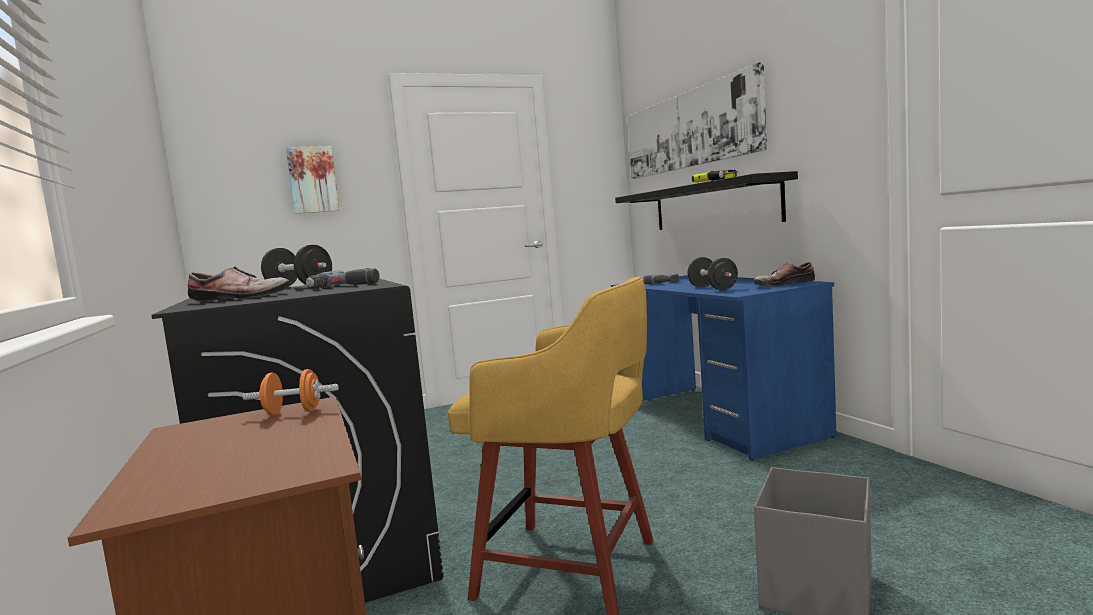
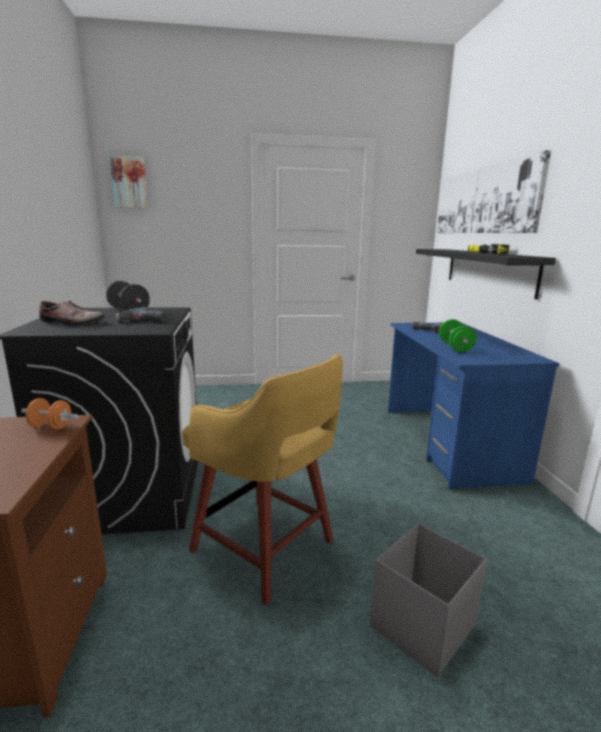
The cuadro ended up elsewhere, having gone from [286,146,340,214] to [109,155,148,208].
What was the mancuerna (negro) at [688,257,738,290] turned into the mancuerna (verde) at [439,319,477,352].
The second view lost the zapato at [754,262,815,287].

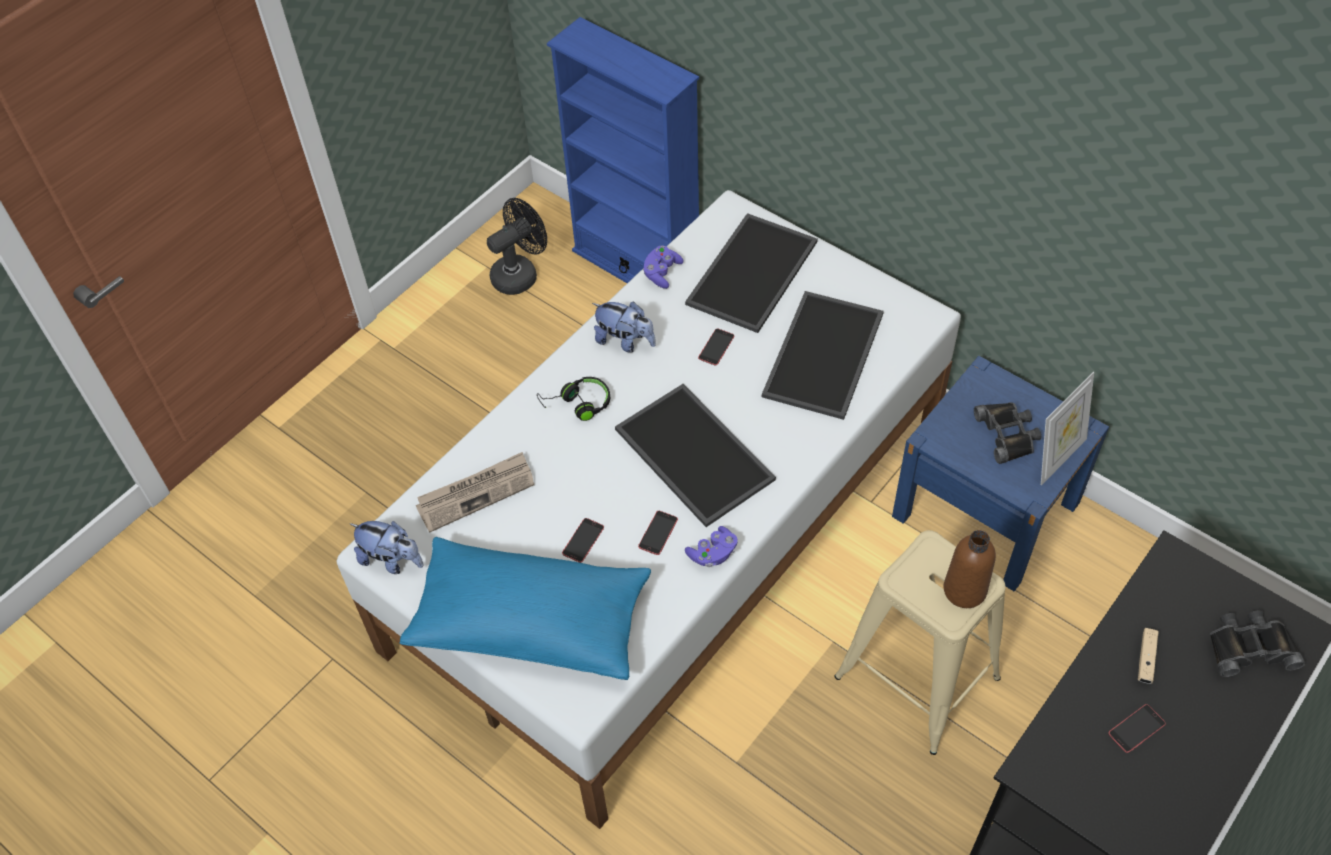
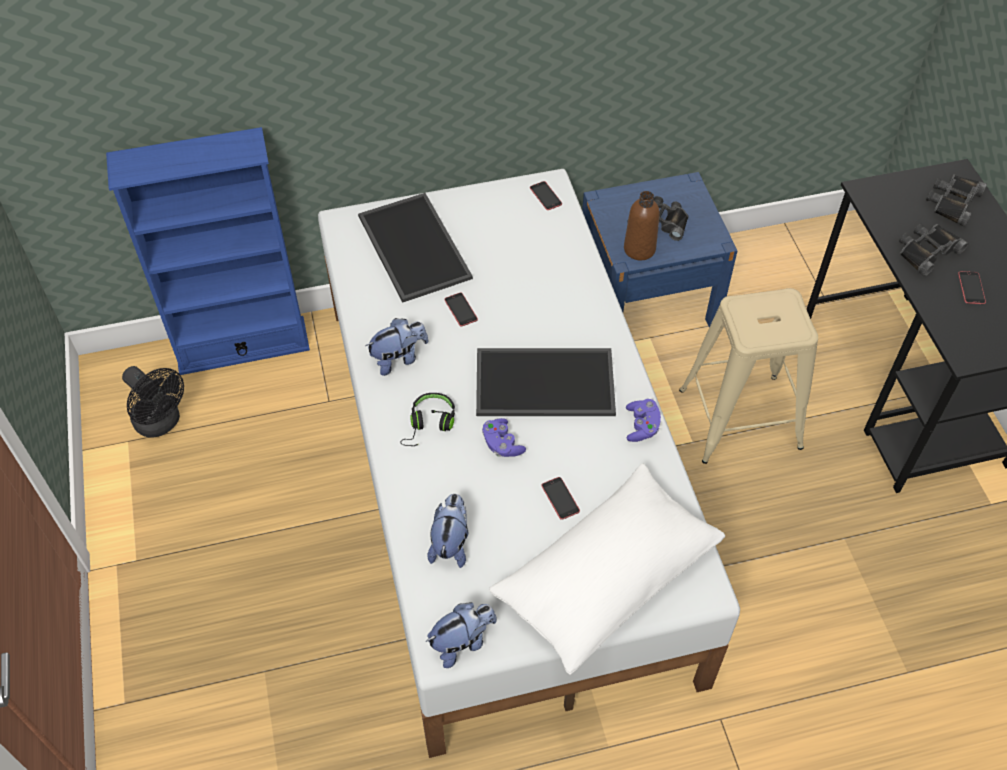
What was the cojín (azul) at [400,537,651,680] turned into the cojín (blanco) at [489,463,725,675].
Where the periódico stood at [416,452,534,533], the peluche came to stand at [427,494,468,568].
The ventilador (negro) at [487,198,547,295] ended up facing another way, 135 degrees clockwise from before.
The móvil ended up elsewhere, having gone from [638,511,678,555] to [530,181,562,210].
The mando de consola (morado) ended up elsewhere, having gone from [643,245,684,289] to [482,418,526,457].
The second view lost the bandeja at [762,291,884,420].
The botella (marrón) ended up elsewhere, having gone from [944,530,996,608] to [624,191,660,260].
The second view lost the portarretratos at [1041,372,1094,486].
Where the mando de consola (beis) stood at [1138,628,1159,684], the prismáticos (negro) came to stand at [899,223,968,276].

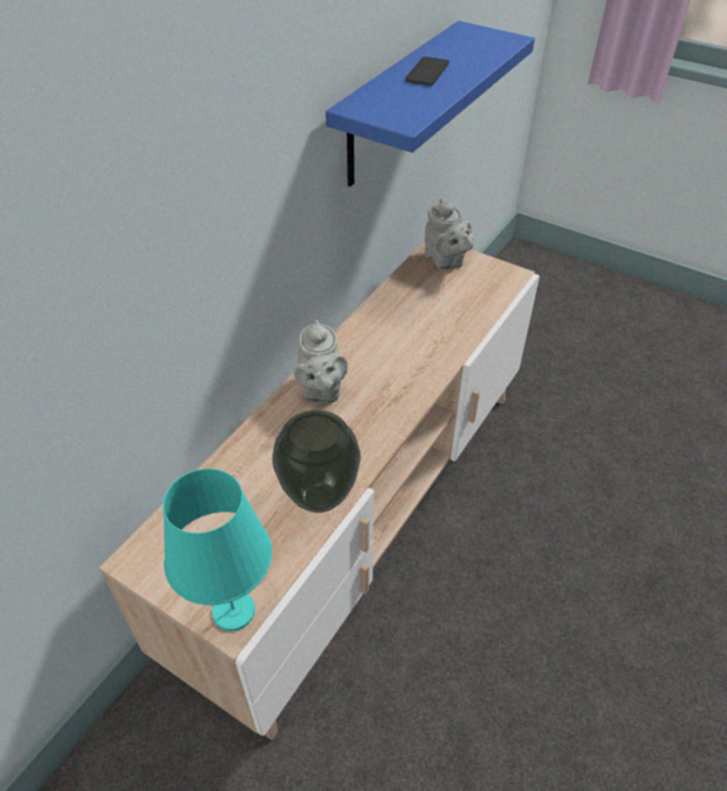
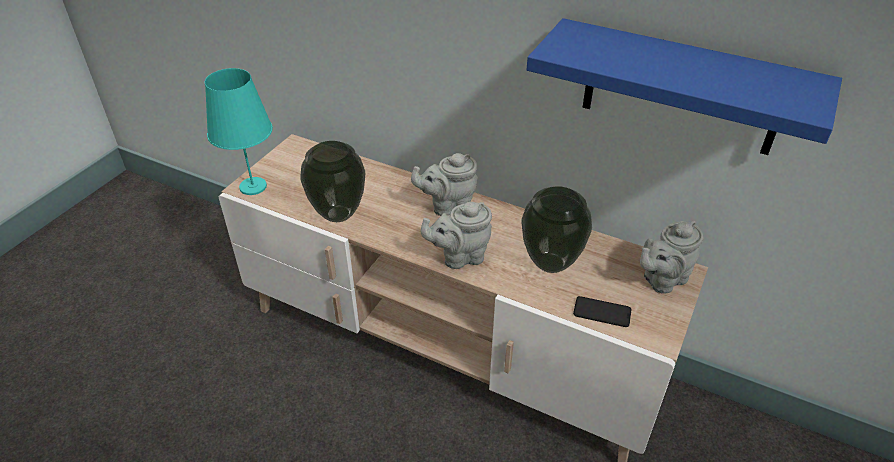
The móvil ended up elsewhere, having gone from [405,57,449,86] to [573,296,632,327].
The second view gained the tetera (gris) at [421,202,492,269].
The second view gained the florero at [522,186,592,273].

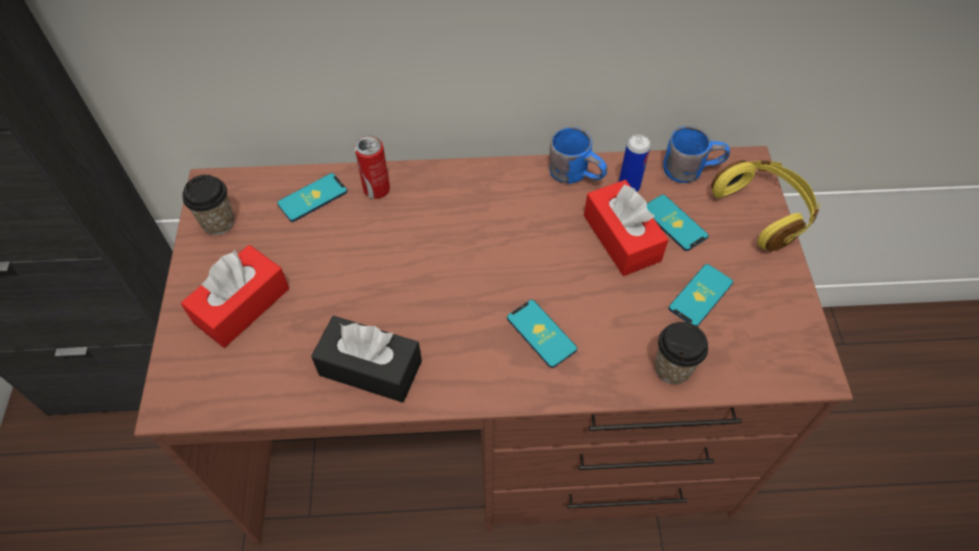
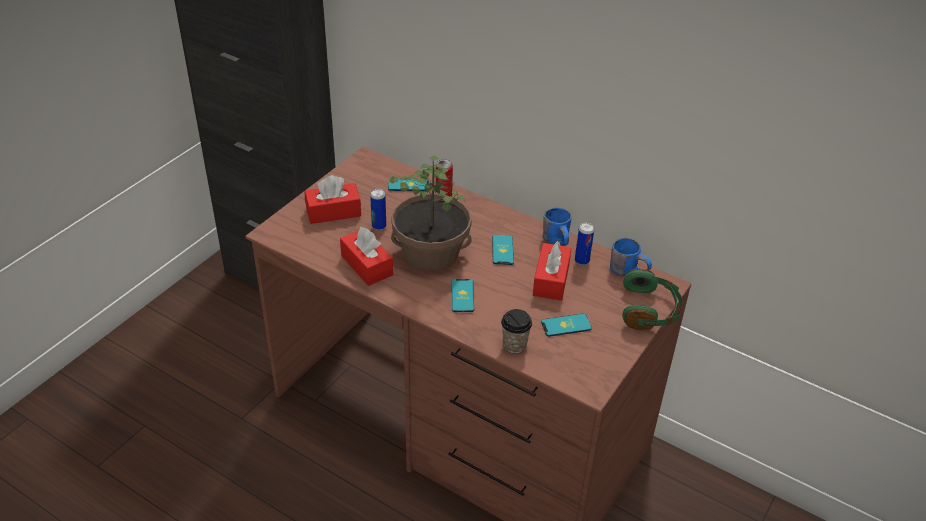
The second view lost the taza at [183,175,234,235].
What was the caja de pañuelos (negro) at [311,316,422,403] turned into the caja de pañuelos (rojo) at [340,227,393,286].
The móvil ended up elsewhere, having gone from [647,194,708,251] to [492,235,514,265].
What was the auriculares (amarillo) at [711,160,821,252] turned into the auriculares (verde) at [622,269,683,330].
The second view gained the lata at [370,189,386,230].
The second view gained the planta en maceta at [389,155,472,271].

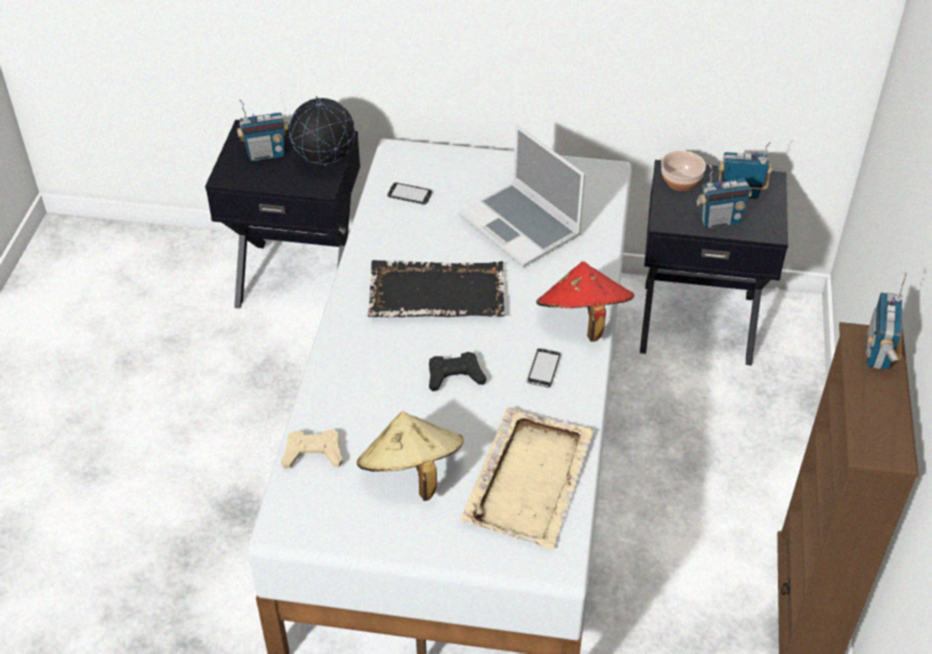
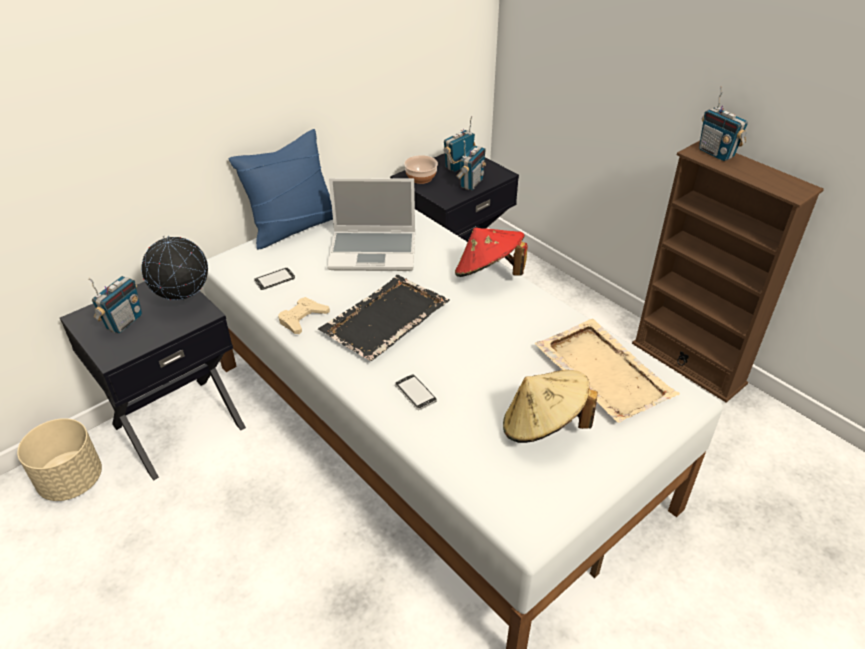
The mando de consola (beis) ended up elsewhere, having gone from [281,430,343,469] to [278,297,330,334].
The second view lost the mando de consola (negro) at [429,352,486,391].
The móvil ended up elsewhere, having gone from [526,348,561,388] to [395,375,437,410].
The second view gained the maceta (beis) at [17,418,102,501].
The second view gained the cojín (azul) at [229,129,333,250].

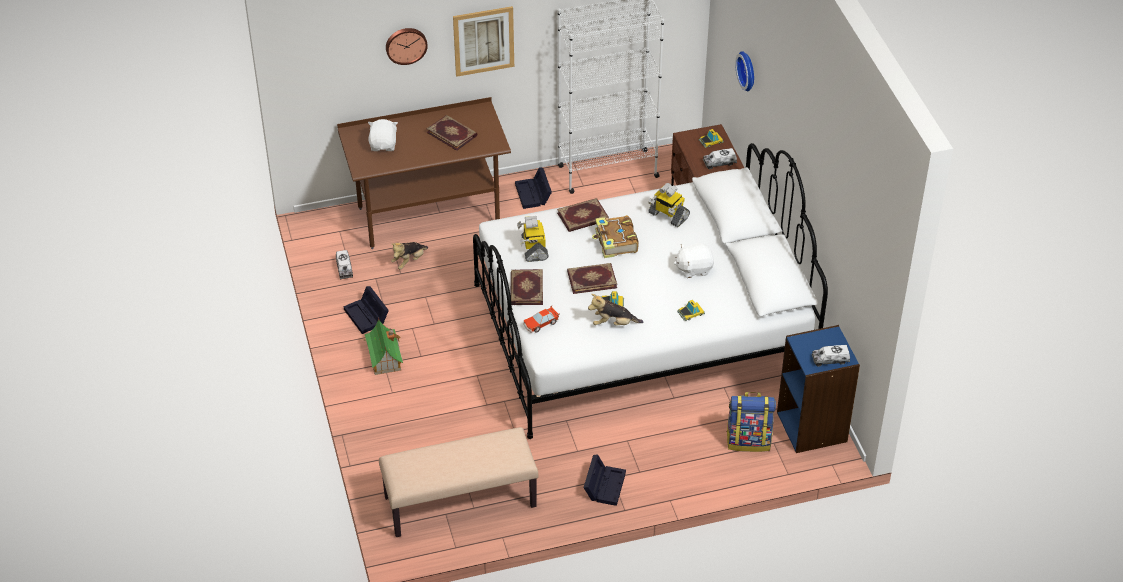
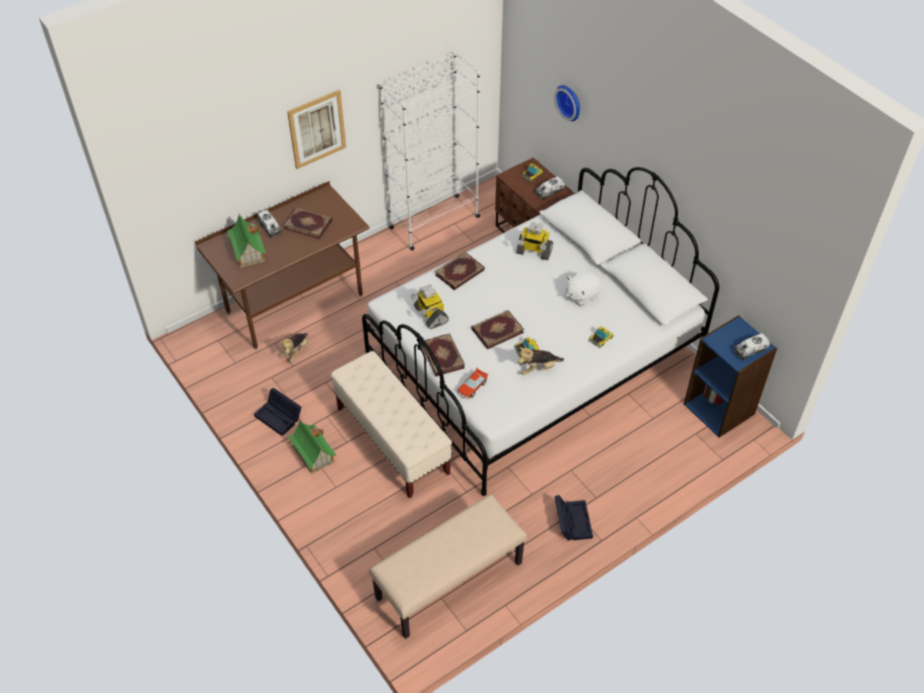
The camión de juguete ended up elsewhere, having gone from [336,250,353,279] to [257,210,282,238].
Where the peluche (blanco) stood at [368,119,398,151], the casita came to stand at [227,215,266,268].
The second view lost the reloj de pared at [386,28,428,65].
The second view lost the caja de almacenaje (negro) at [515,167,552,209].
The second view lost the libro at [592,215,639,258].
The second view lost the mochila at [726,392,776,452].
The second view gained the banco (beis) at [331,351,452,498].

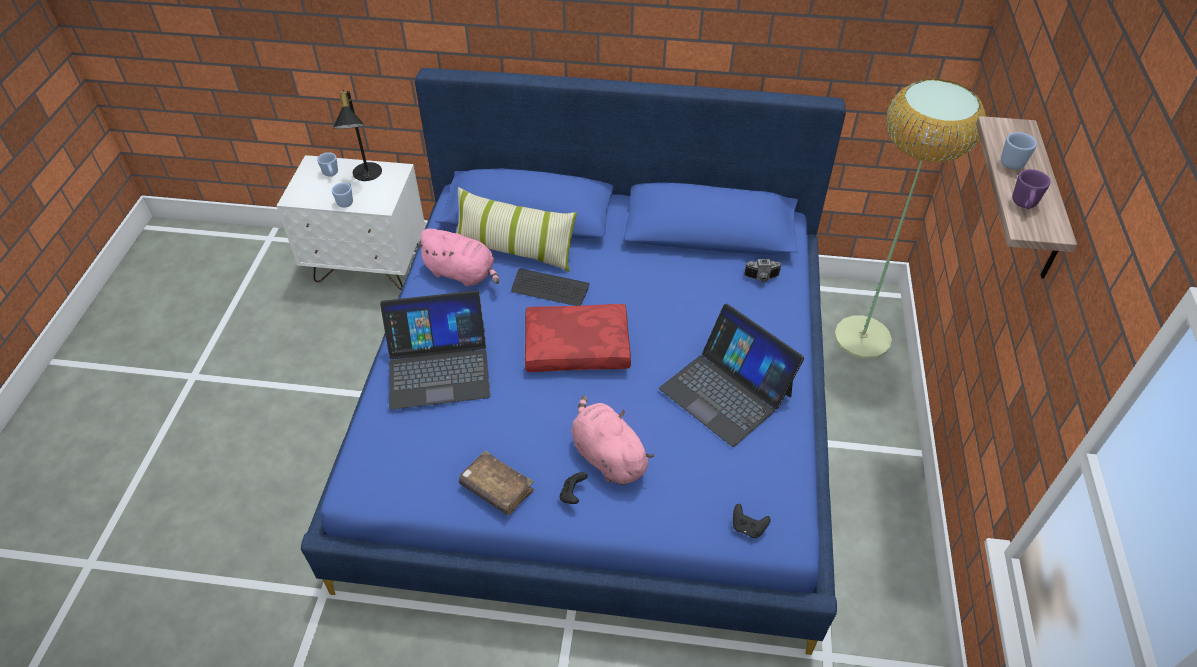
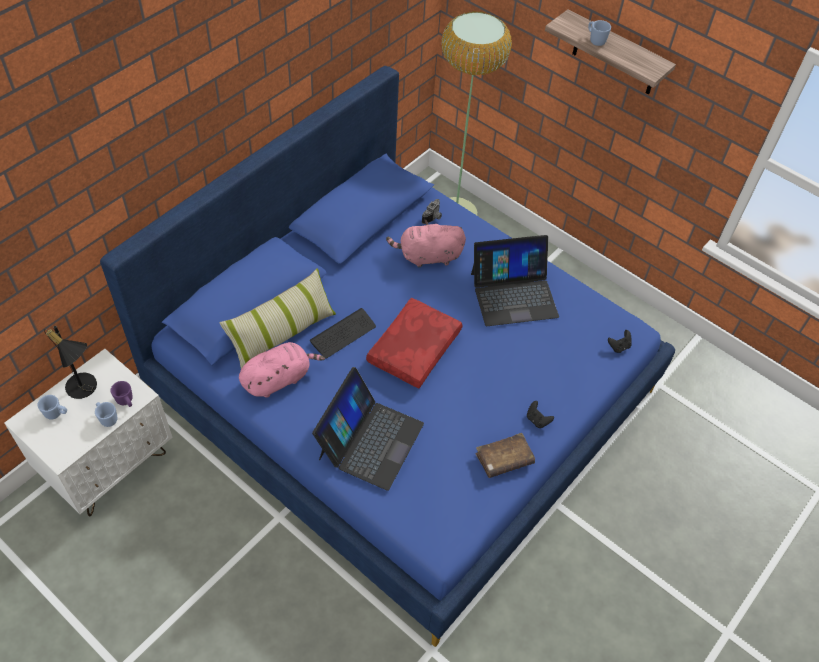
The peluche (rosa) ended up elsewhere, having gone from [571,396,654,485] to [386,219,466,267].
The taza grande (morado) ended up elsewhere, having gone from [1012,169,1051,209] to [111,381,133,407].

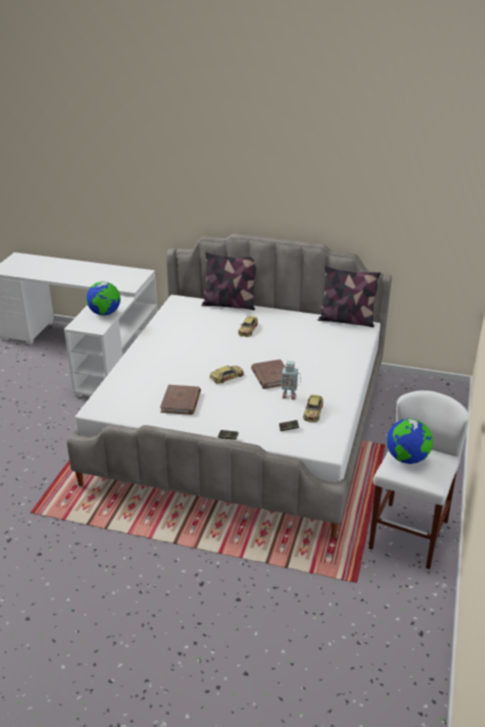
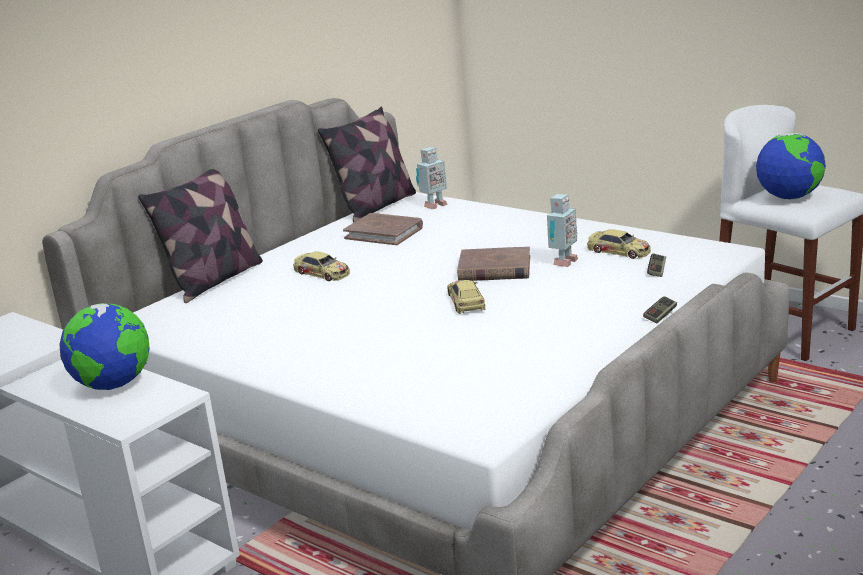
The libro (marrón) ended up elsewhere, having gone from [160,385,201,415] to [343,213,423,245].
The second view gained the robot de juguete at [416,147,448,209].

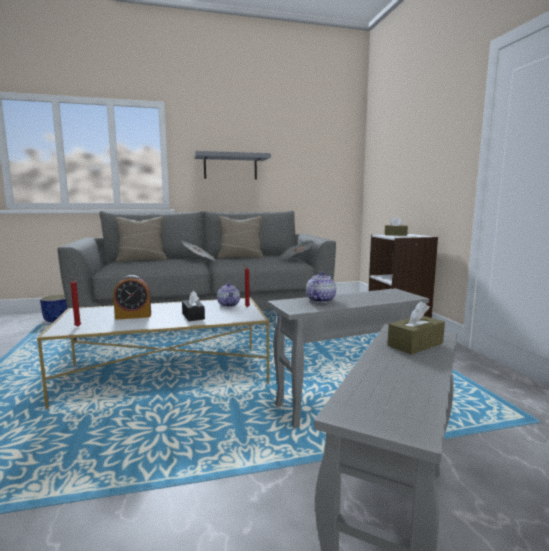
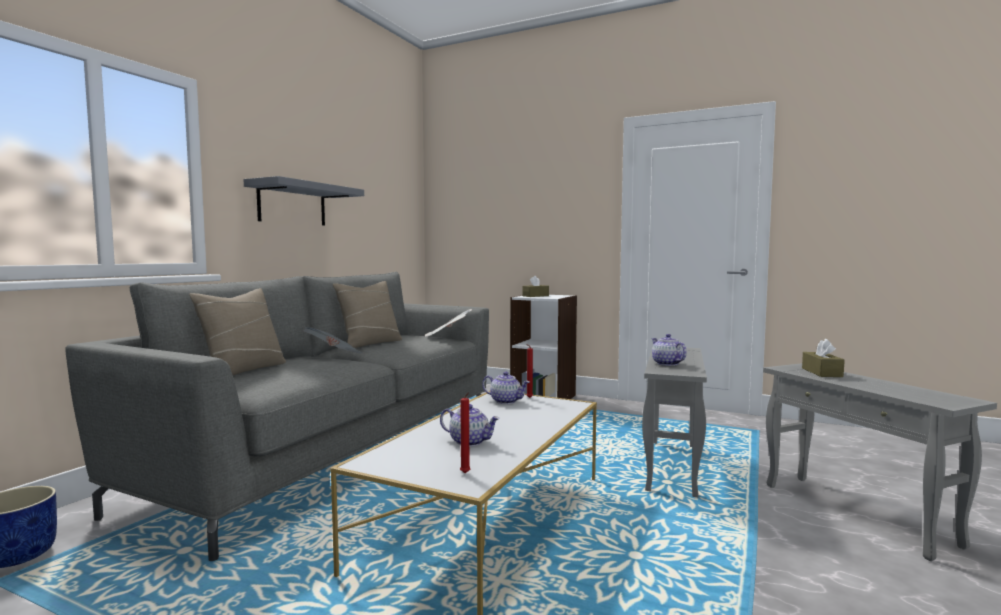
Where the despertador stood at [113,275,151,320], the tetera came to stand at [440,404,500,447].
The second view lost the caja de pañuelos (negro) at [182,291,205,321].

